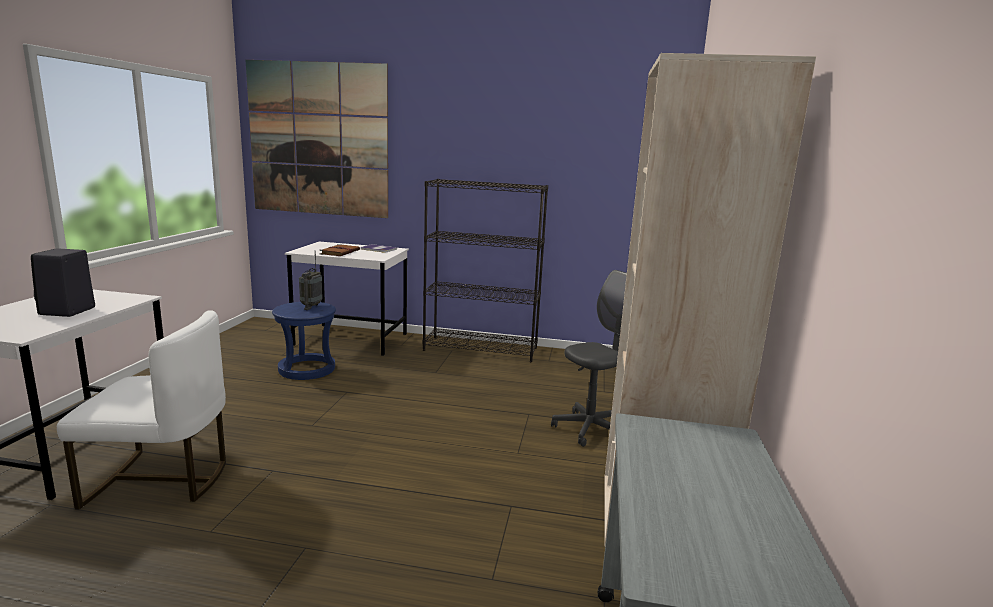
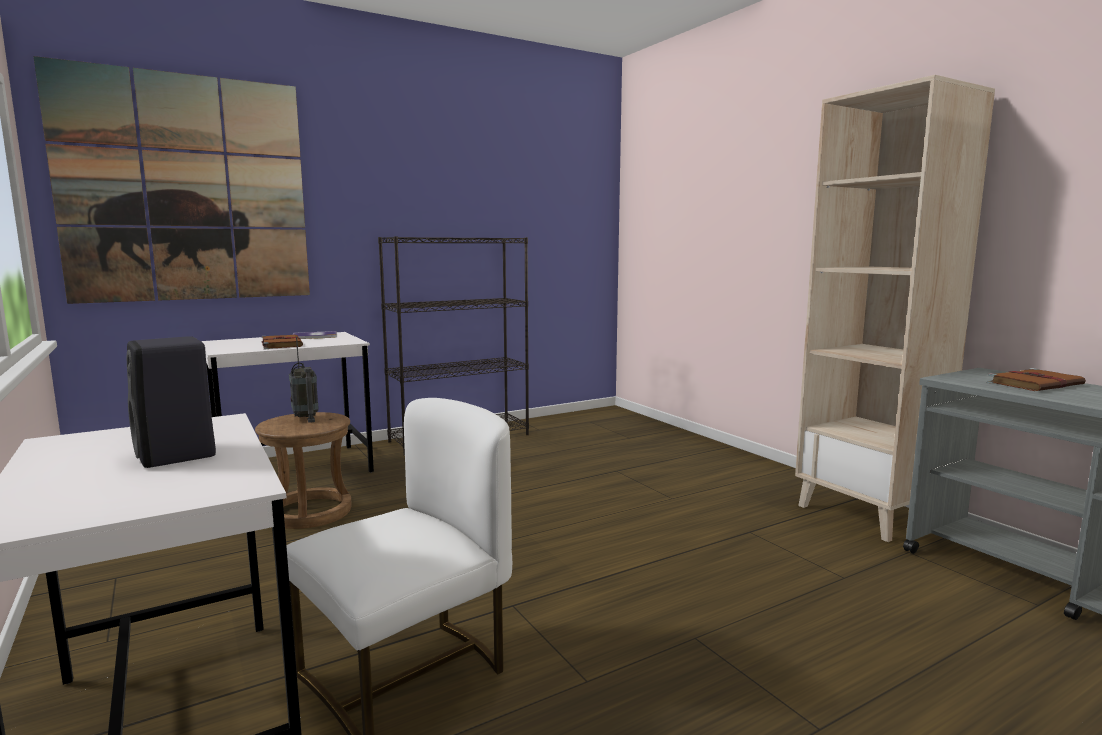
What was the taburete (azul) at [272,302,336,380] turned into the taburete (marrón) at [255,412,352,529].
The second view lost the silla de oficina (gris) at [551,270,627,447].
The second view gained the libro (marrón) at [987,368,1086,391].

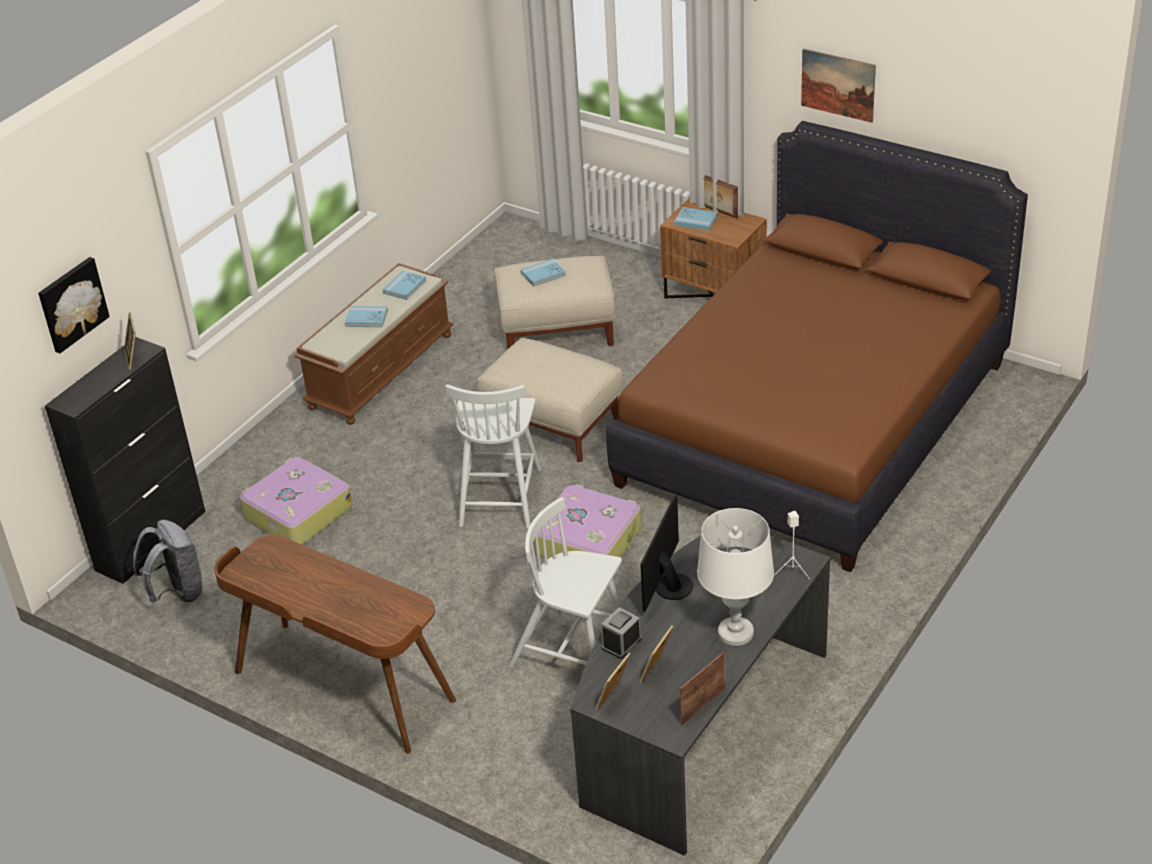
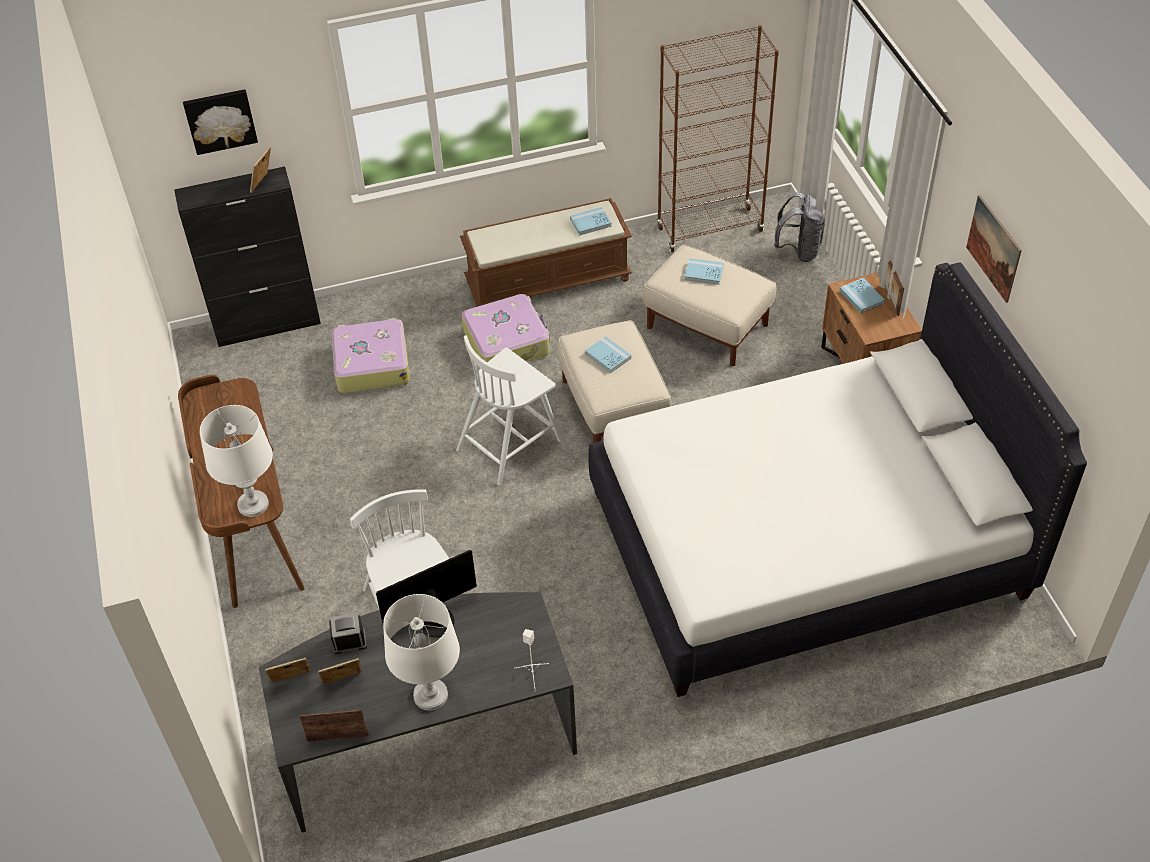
The mochila (gris) ended up elsewhere, having gone from [133,520,203,603] to [774,192,825,262].
The libro (azul) ended up elsewhere, having gone from [345,306,388,327] to [585,336,631,373].
The maleta ended up elsewhere, having gone from [533,484,641,559] to [462,294,550,362].
What was the cama (marrón) at [607,121,1028,572] turned into the cama (blanco) at [588,262,1087,697].
The second view gained the lámpara de mesa (blanco) at [200,405,273,517].
The second view gained the estantería (marrón) at [657,25,779,252].

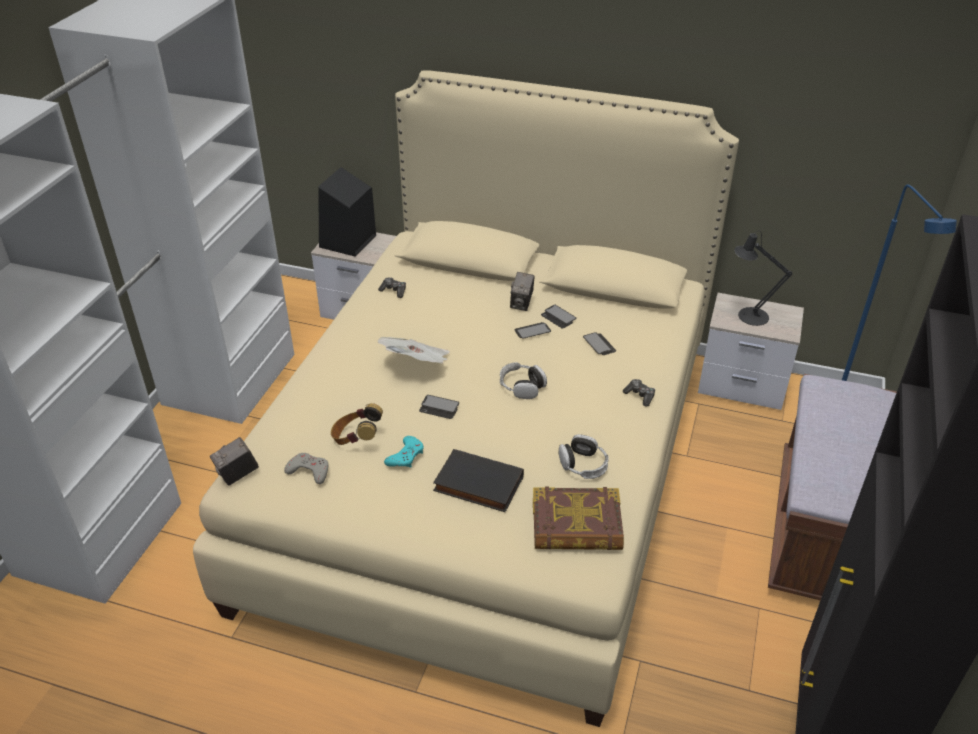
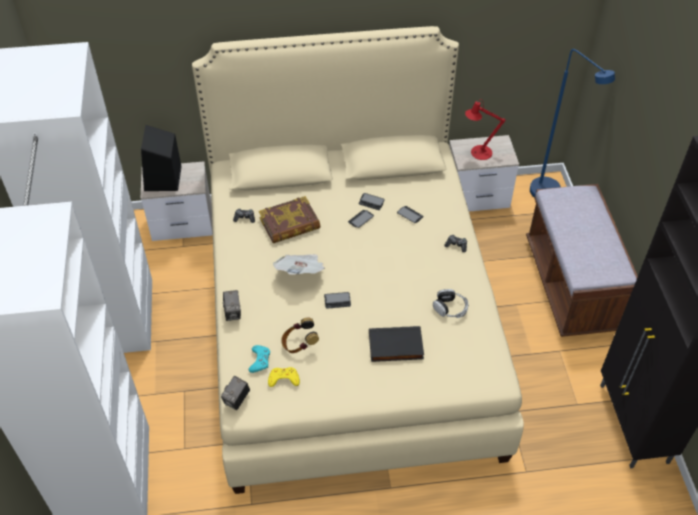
What was the mando de consola (gris) at [284,453,328,484] turned into the mando de consola (amarillo) at [268,367,300,387].
The mando de consola (turquesa) ended up elsewhere, having gone from [384,436,424,468] to [249,345,270,373].
The second view lost the auriculares at [500,362,547,399].
The cámara ended up elsewhere, having gone from [510,272,534,311] to [223,290,241,321].
The libro ended up elsewhere, having gone from [533,486,624,550] to [259,196,321,243].
What was the lámpara de mesa (negro) at [734,230,792,326] turned into the lámpara de mesa (rojo) at [465,99,505,160].

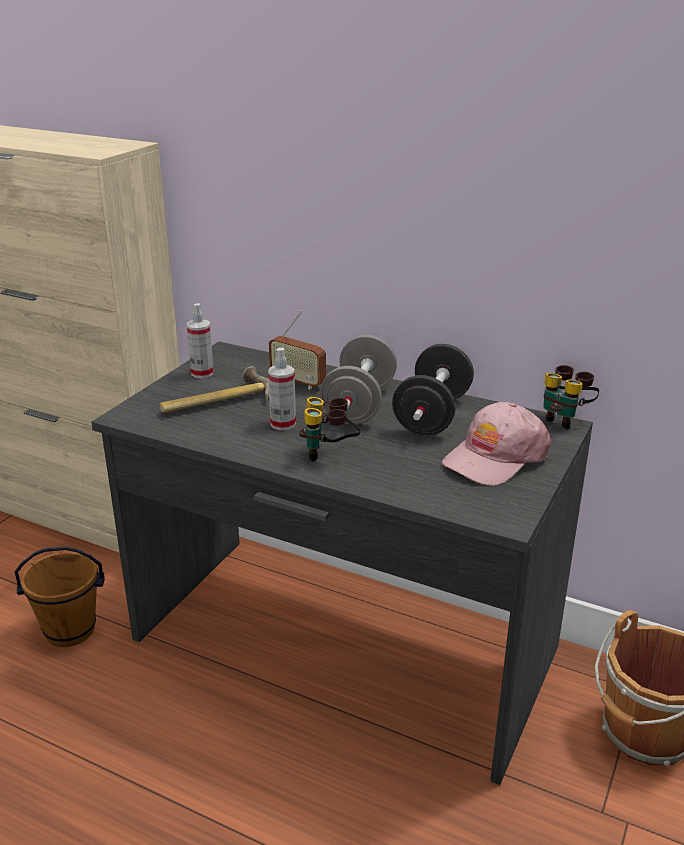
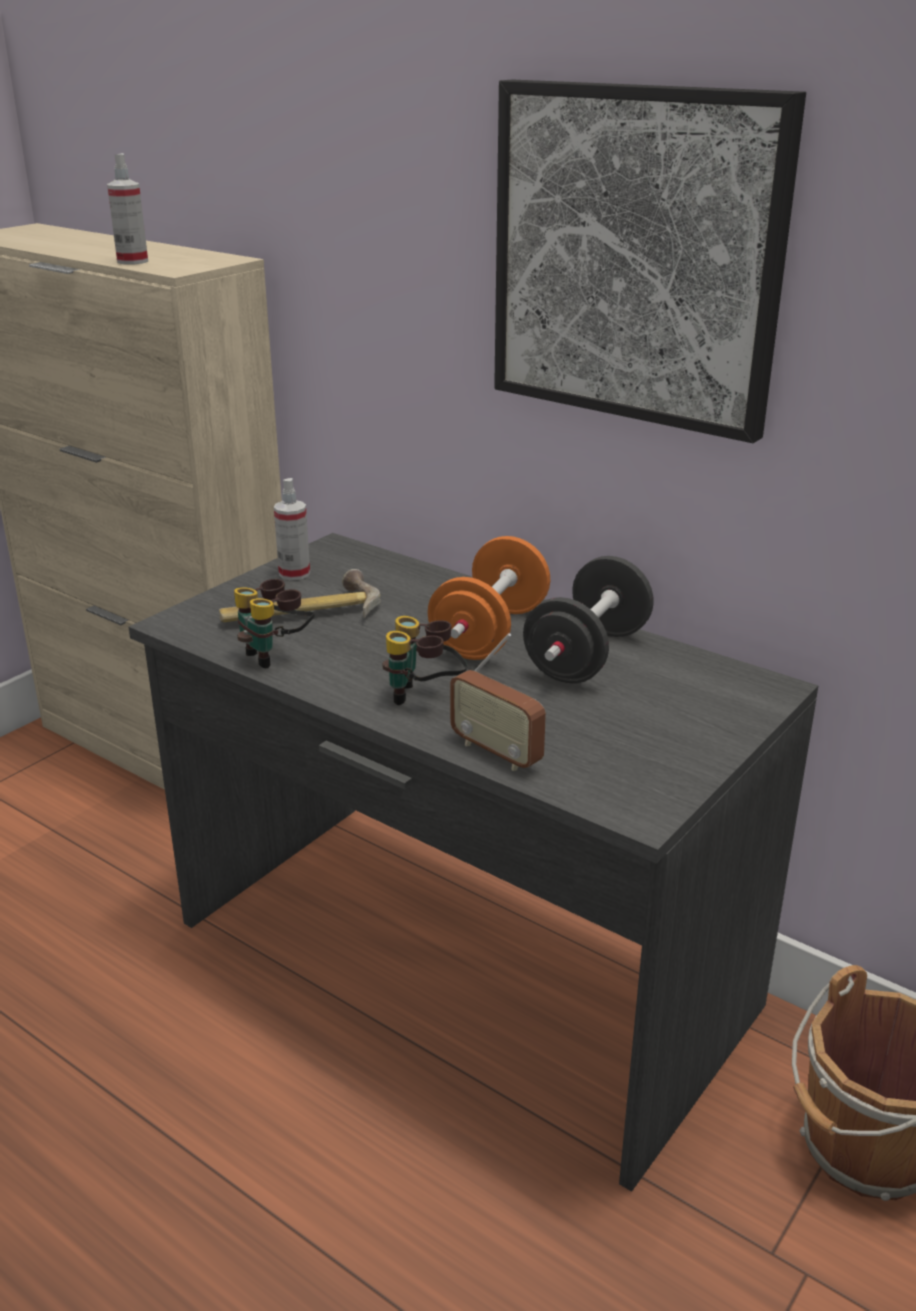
The second view lost the cubo (marrón) at [14,546,105,647].
The pulverizador ended up elsewhere, having gone from [268,347,296,430] to [107,153,148,265].
The radio ended up elsewhere, having gone from [269,310,326,390] to [450,633,546,771].
What was the mancuerna (gris) at [320,335,397,424] turned into the mancuerna (naranja) at [428,536,550,660].
The second view lost the gorra (rosa) at [442,402,552,486].
The prismáticos ended up elsewhere, having gone from [543,365,599,429] to [234,579,315,668].
The second view gained the cuadro at [494,80,806,443].

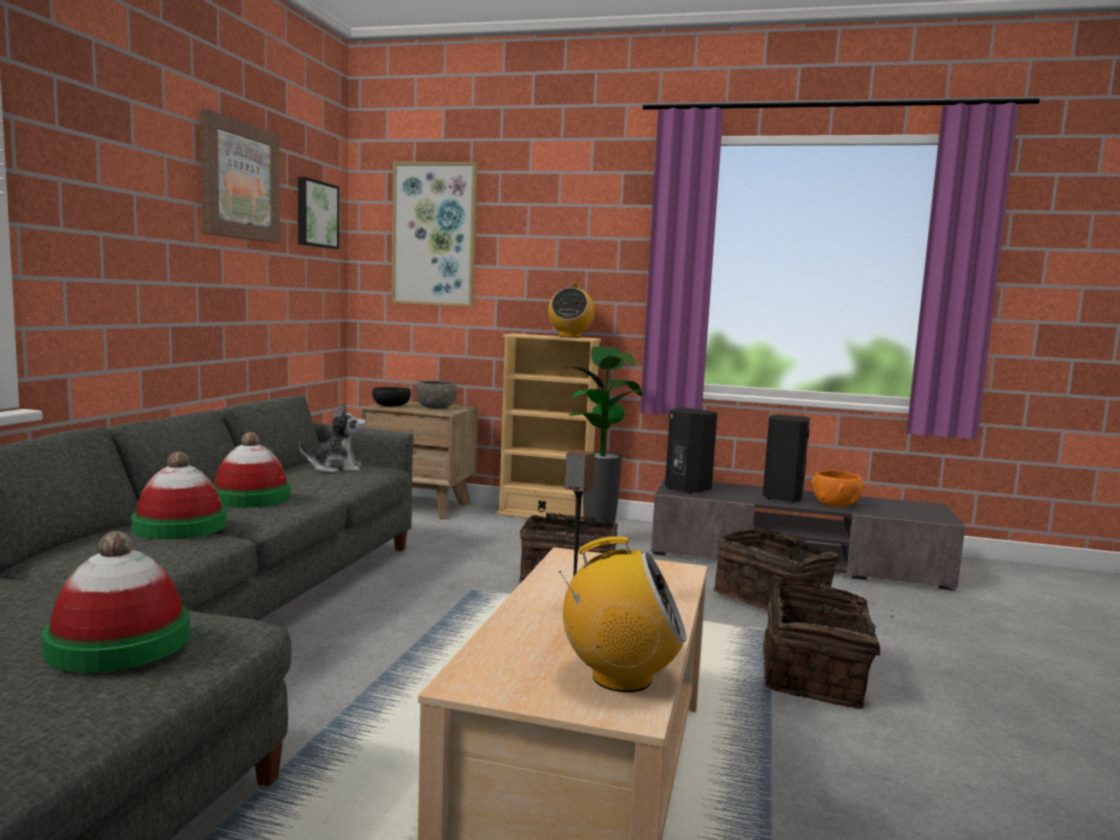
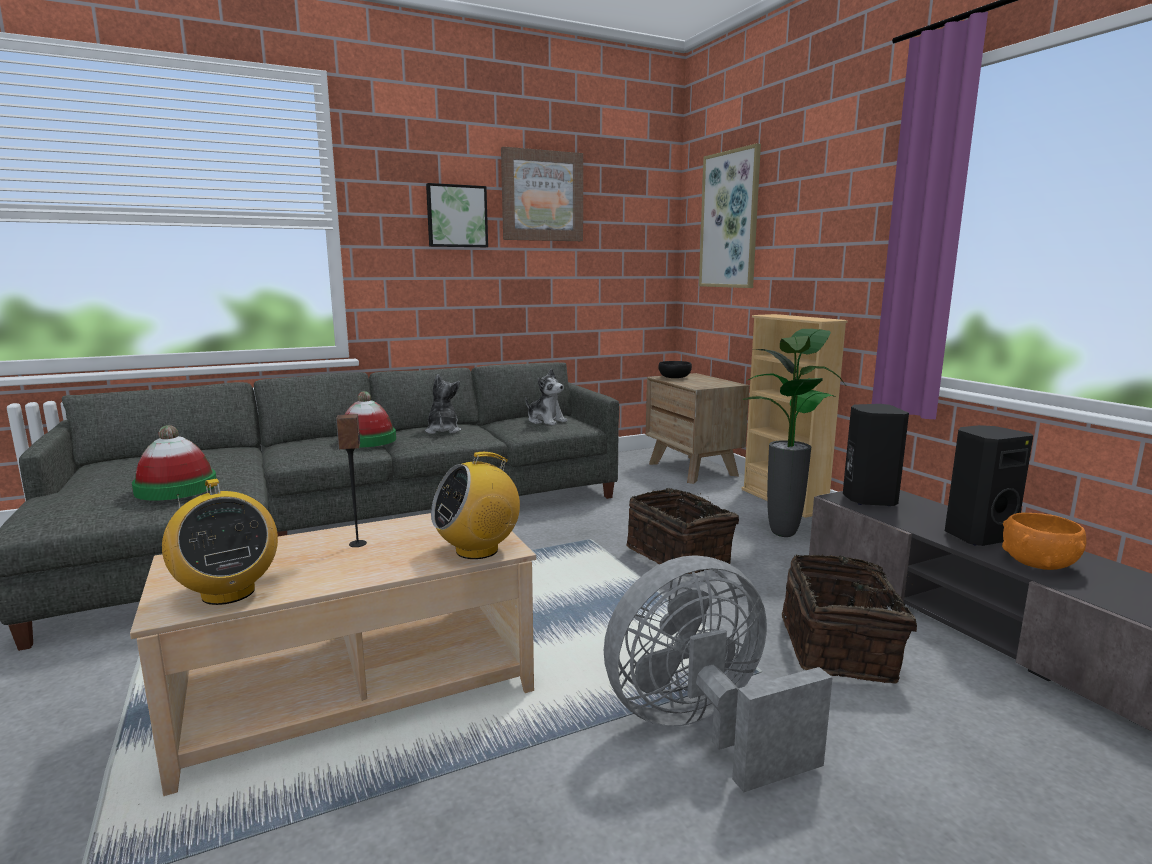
Where the sombrero stood at [214,432,290,508], the peluche came to stand at [425,374,461,434].
The cuadro ended up elsewhere, having gone from [298,177,339,249] to [426,183,488,247].
The second view lost the cuenco (gris) at [416,381,456,409].
The radio ended up elsewhere, having gone from [548,282,595,338] to [431,452,520,559].
Where the cesta stood at [763,581,893,709], the ventilador (gris) came to stand at [604,555,833,792].

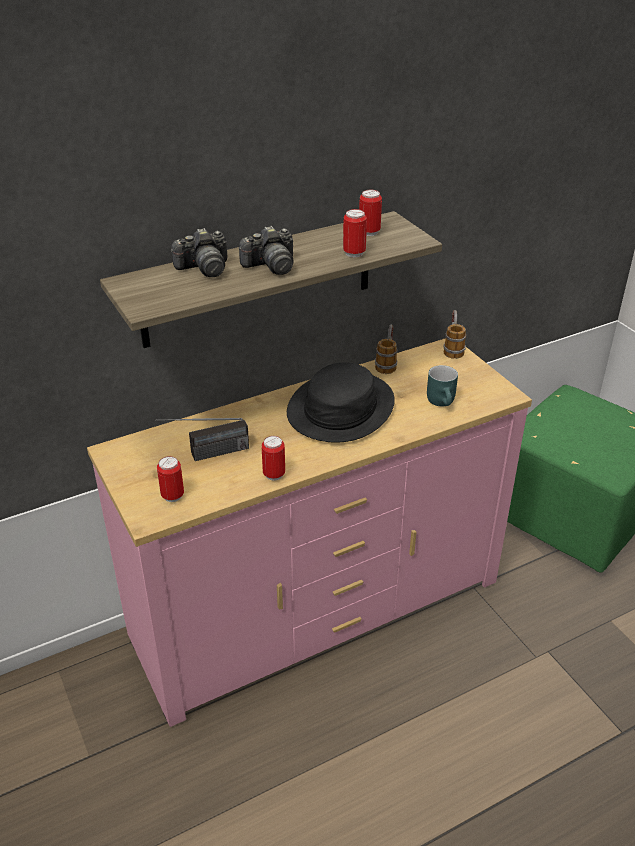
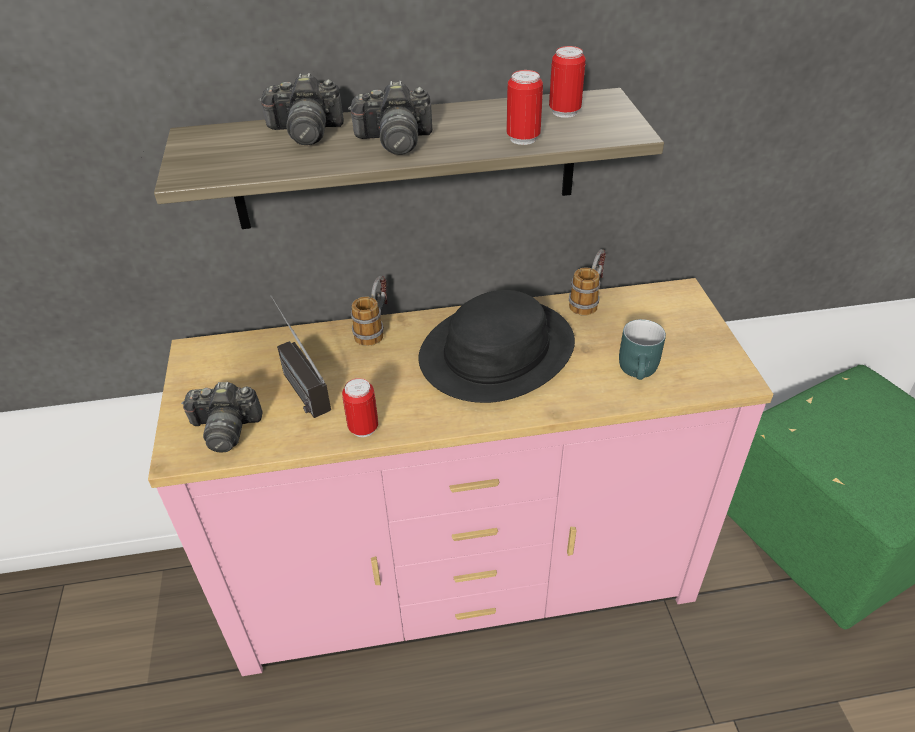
The radio at [155,418,249,461] ended up facing another way, 60 degrees clockwise from before.
Where the lata stood at [157,456,184,502], the cámara came to stand at [181,382,263,452].
The taza grande ended up elsewhere, having gone from [444,310,466,359] to [351,276,388,346].

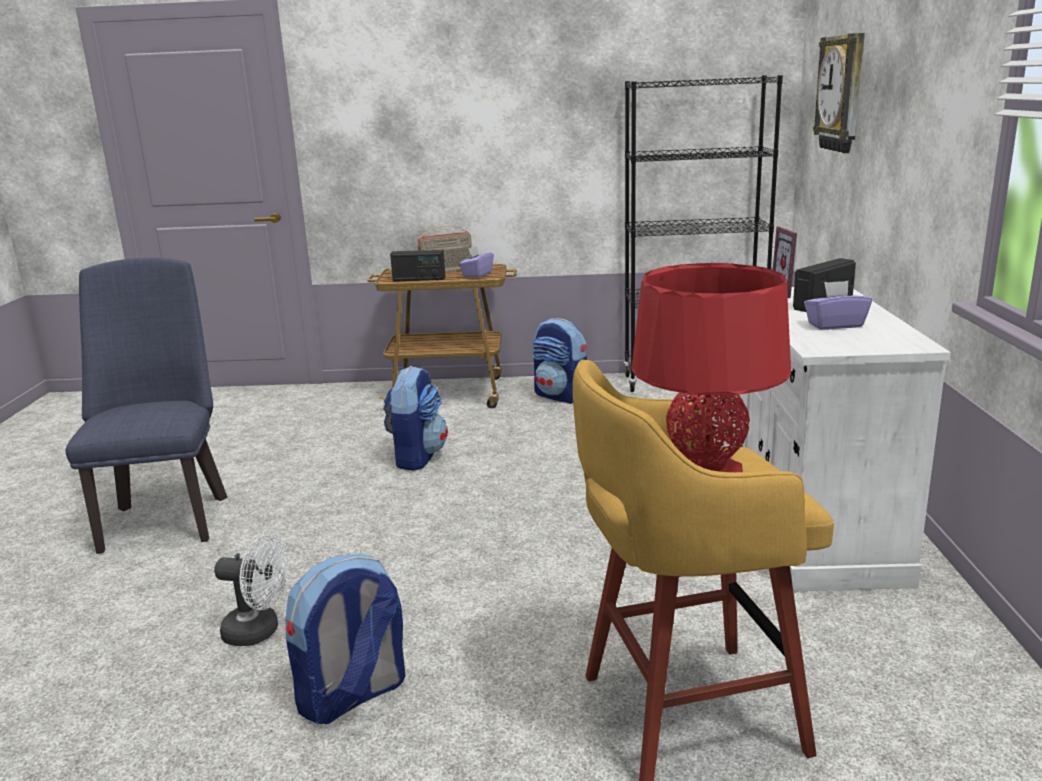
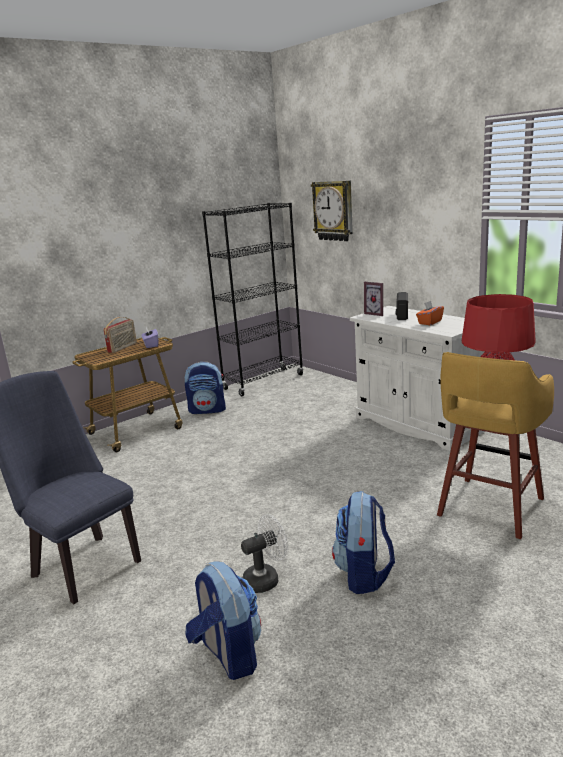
The mochila ended up elsewhere, having gone from [383,366,448,471] to [185,561,261,680].
The second view lost the radio at [390,250,445,281].
What was the caja de pañuelos (morado) at [804,281,872,330] turned into the caja de pañuelos (naranja) at [416,301,444,325].

